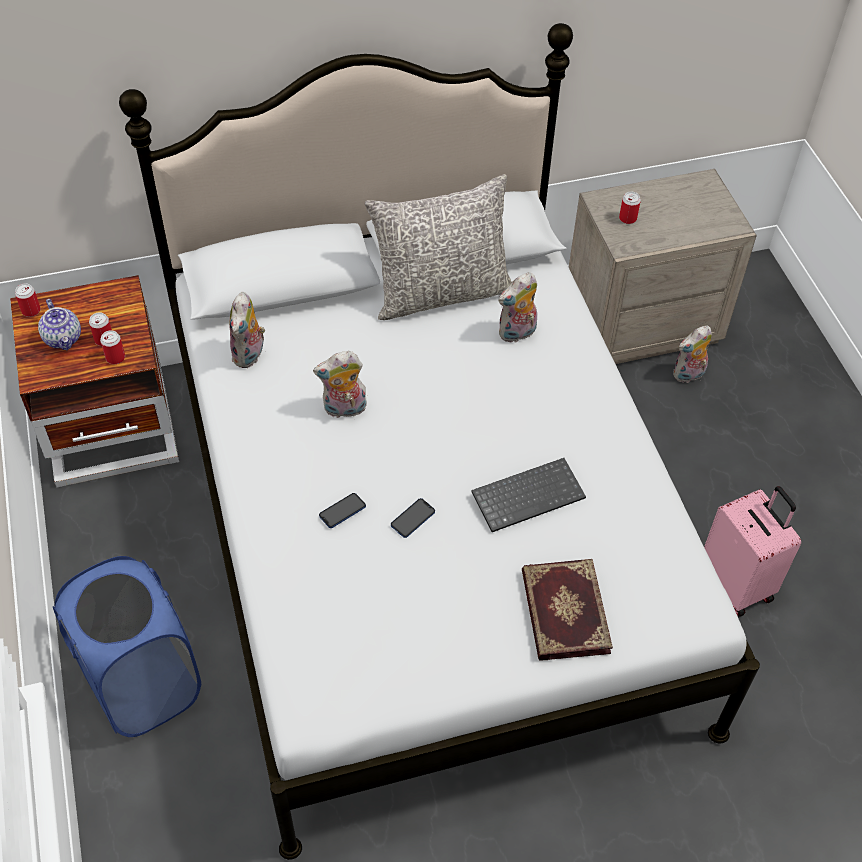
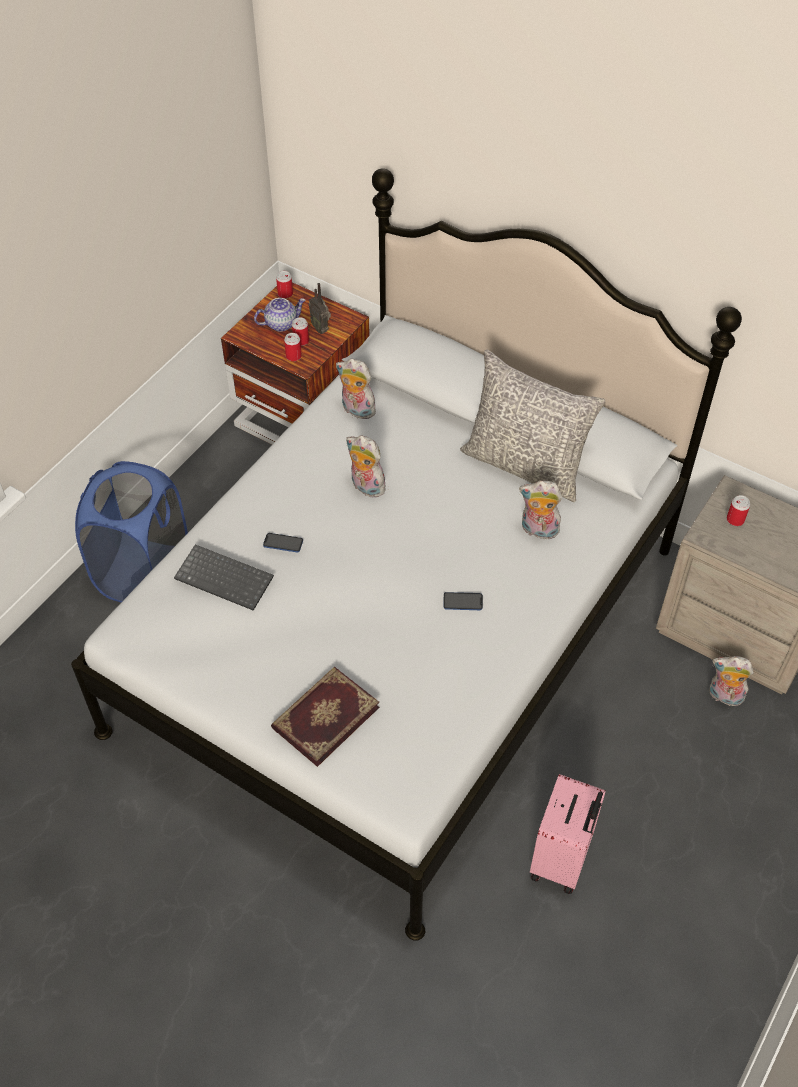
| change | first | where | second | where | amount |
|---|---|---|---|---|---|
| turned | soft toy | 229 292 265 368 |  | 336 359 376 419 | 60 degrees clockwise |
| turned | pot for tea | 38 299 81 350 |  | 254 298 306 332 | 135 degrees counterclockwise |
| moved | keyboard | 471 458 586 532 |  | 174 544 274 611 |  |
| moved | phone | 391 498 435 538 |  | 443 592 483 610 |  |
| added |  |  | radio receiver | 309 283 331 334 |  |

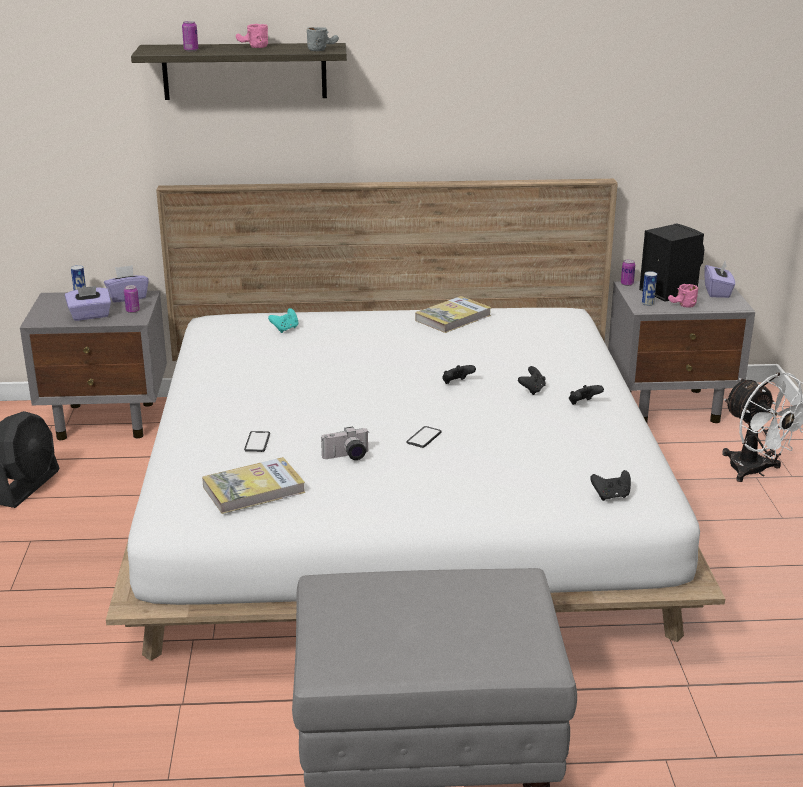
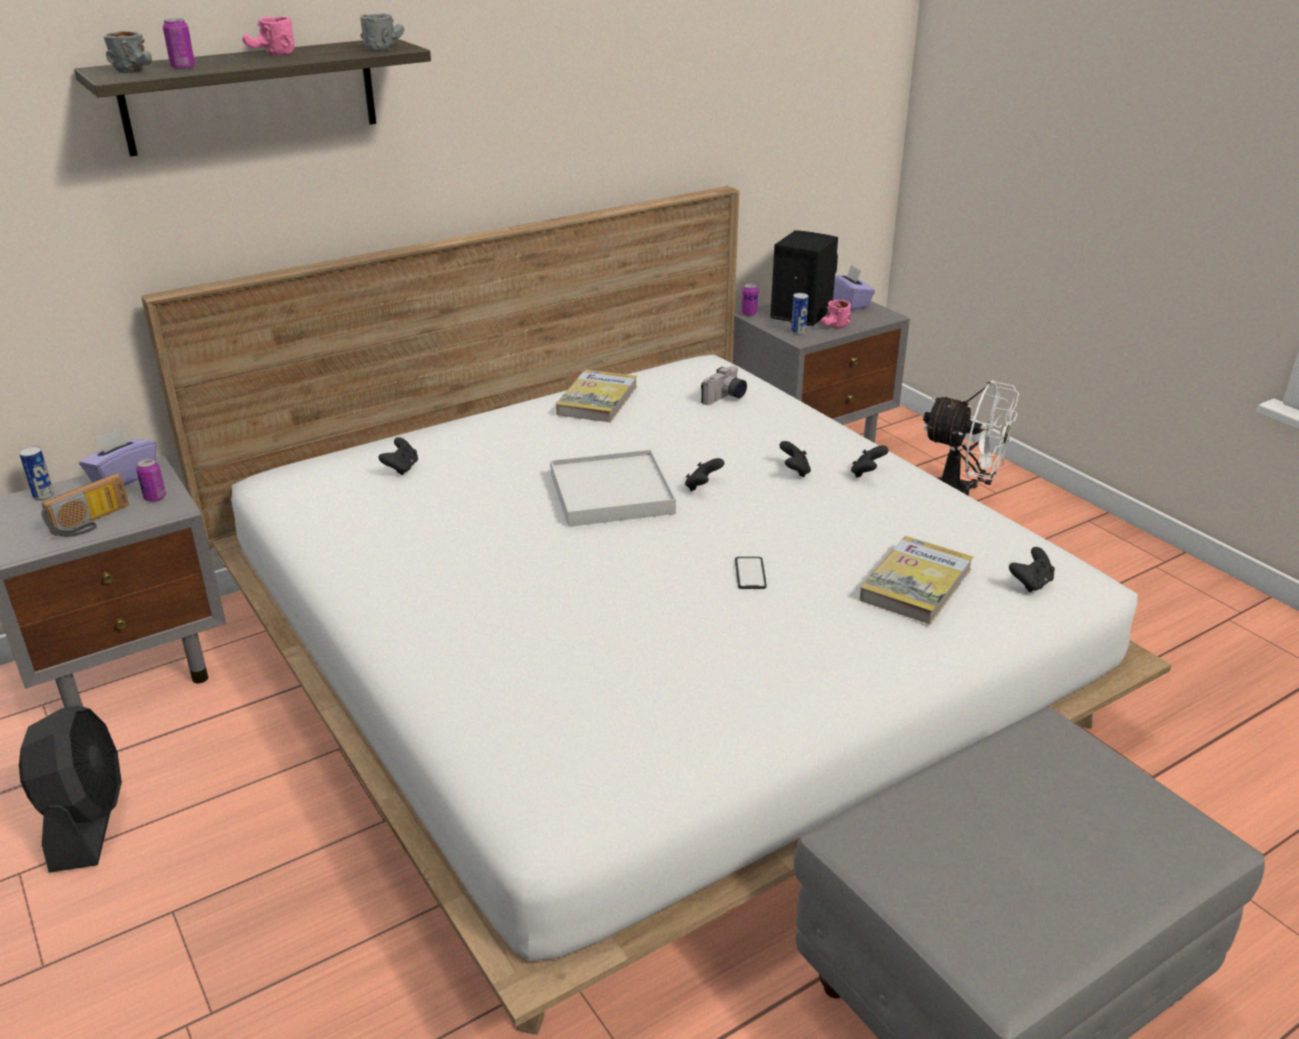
| change | first | where | second | where | amount |
|---|---|---|---|---|---|
| replaced | tissue holder (purple-coloured) | 65 286 111 321 | radio receiver | 41 473 129 537 |  |
| recoloured | gamepad (turquoise-coloured) | 268 308 299 333 | gamepad (black-coloured) | 379 437 418 475 |  |
| moved | photo camera | 321 427 368 460 |  | 701 366 747 405 |  |
| removed | phone | 244 431 270 452 |  |  |  |
| moved | book | 202 457 305 514 |  | 859 536 974 624 |  |
| added |  |  | coffee mug (grey) | 104 31 152 73 |  |
| added |  |  | carrying tray (white-coloured) | 550 450 676 527 |  |

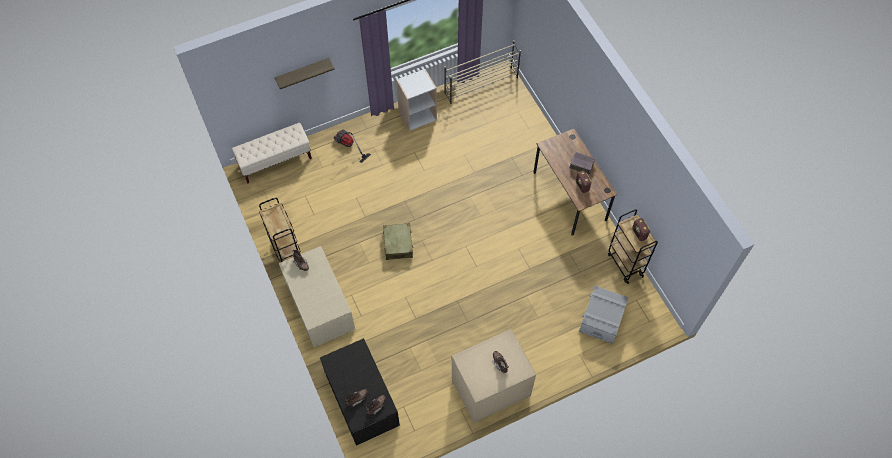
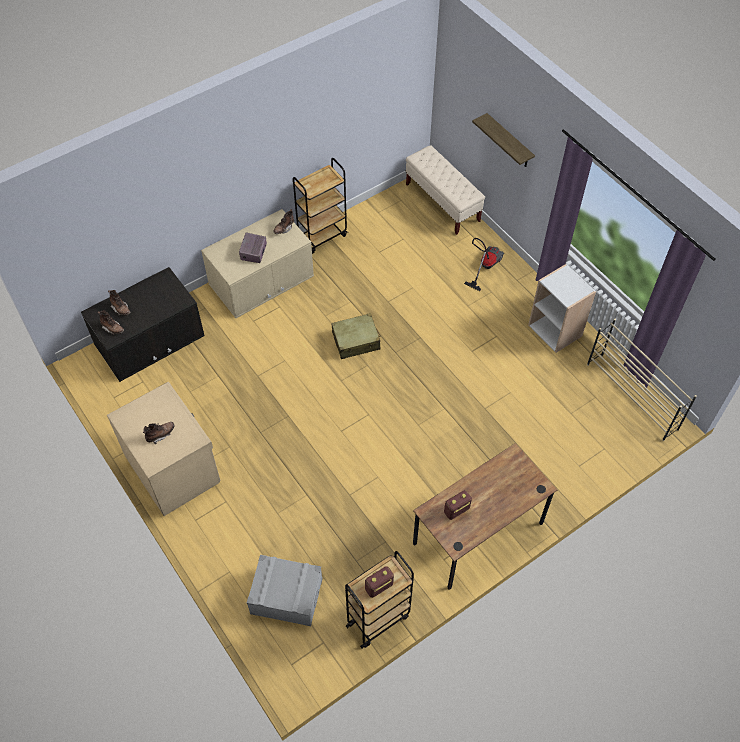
| change | first | where | second | where | amount |
|---|---|---|---|---|---|
| moved | radio receiver | 569 152 595 175 |  | 239 232 267 263 |  |

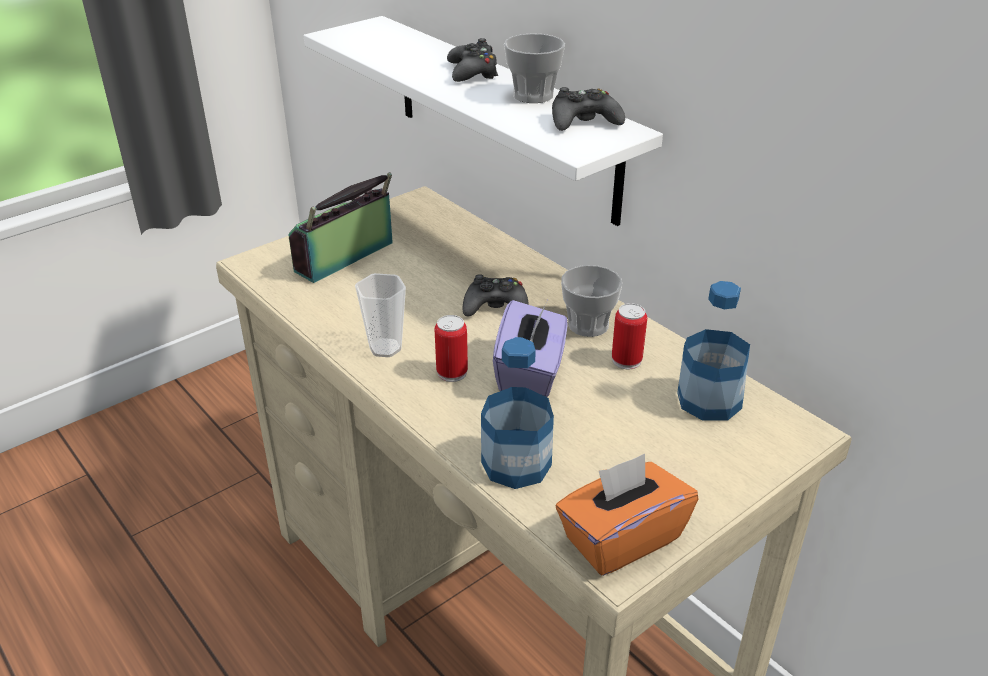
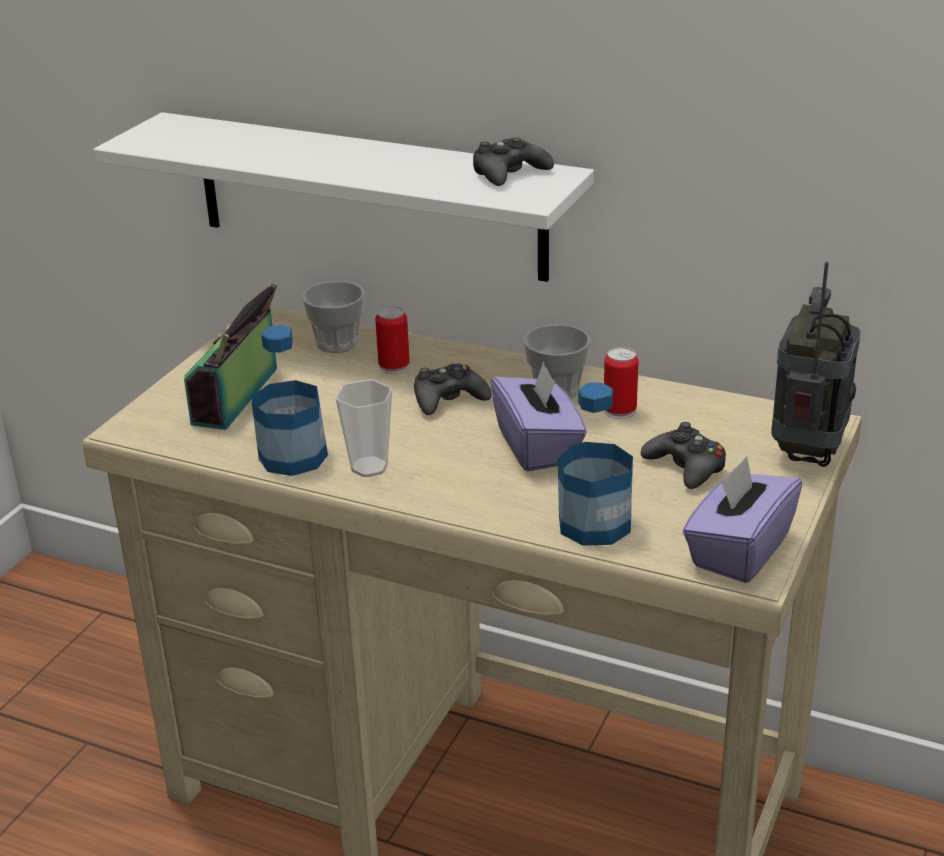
| change | first | where | second | where | amount |
|---|---|---|---|---|---|
| moved | drinking cup | 504 33 565 103 |  | 302 281 365 353 |  |
| moved | gamepad (black-coloured) | 447 38 498 82 |  | 641 422 726 489 |  |
| moved | beverage bottle | 677 281 750 421 |  | 252 325 328 476 |  |
| moved | sealed can | 435 315 468 382 |  | 375 306 410 374 |  |
| recoloured | tissue holder (orange) | 556 453 699 576 | tissue holder (purple-coloured) | 683 456 802 583 |  |
| added |  |  | radio receiver | 771 262 861 467 |  |

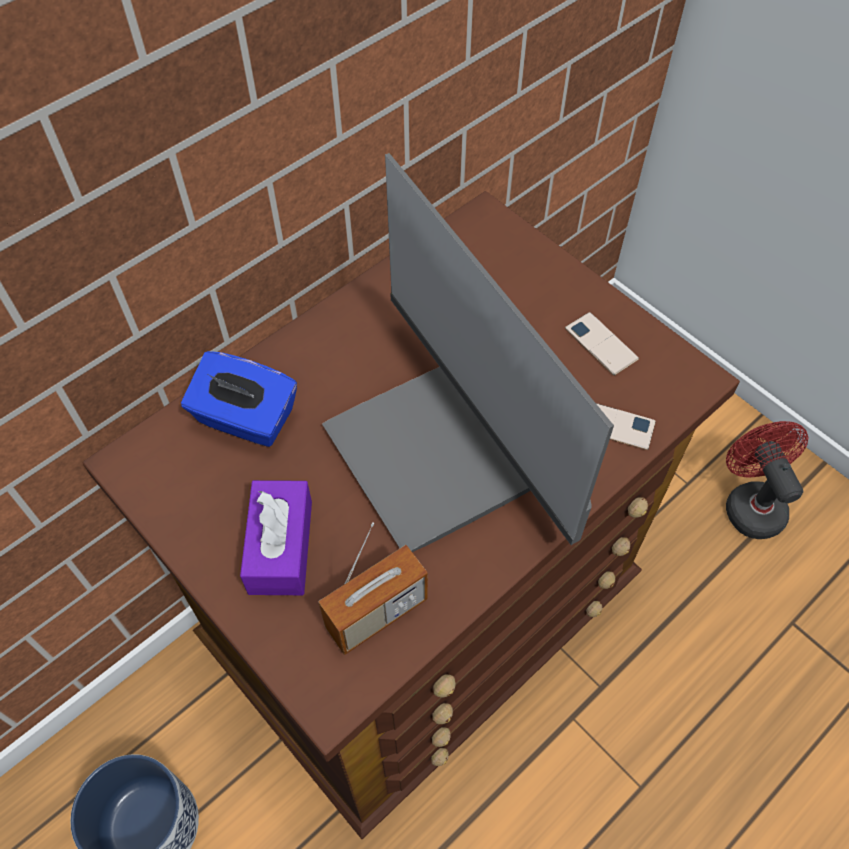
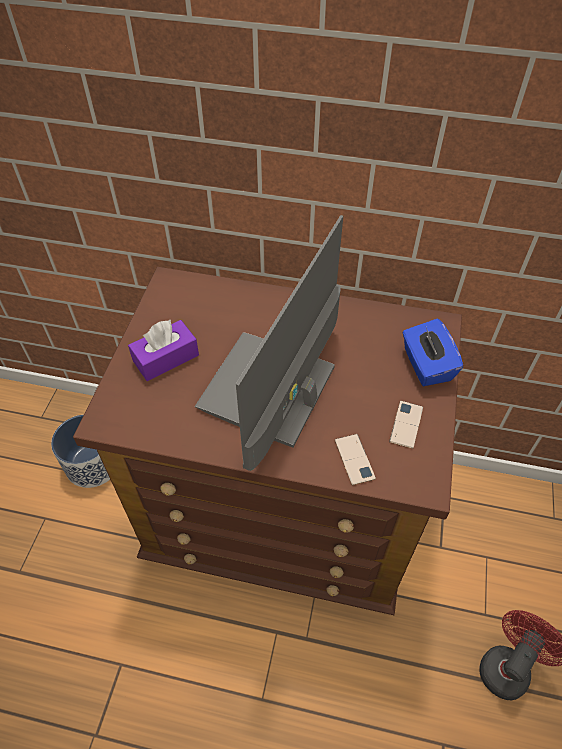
| change | first | where | second | where | amount |
|---|---|---|---|---|---|
| moved | tissue holder (blue) | 181 351 297 447 |  | 402 319 463 386 |  |
| removed | radio receiver | 318 522 428 655 |  |  |  |

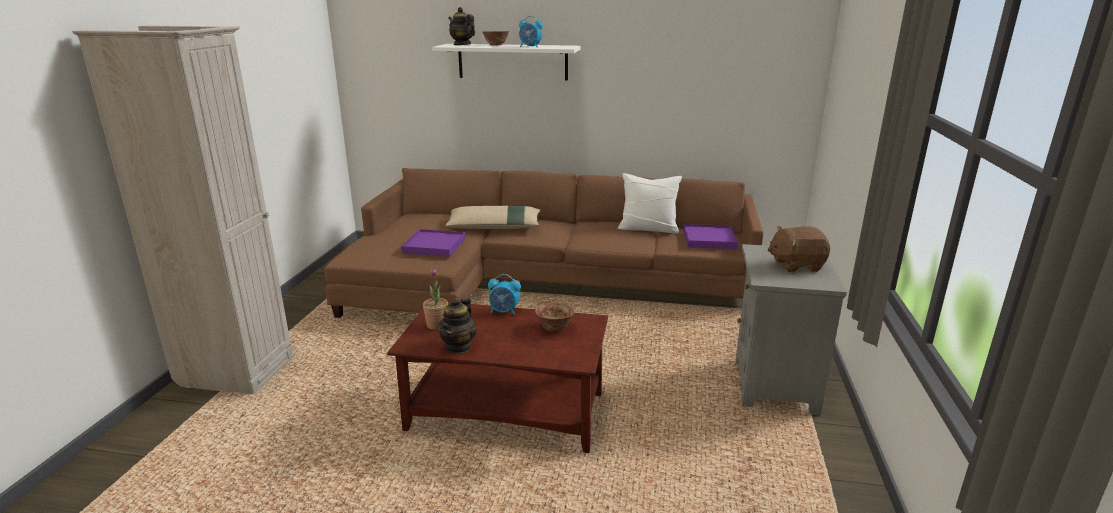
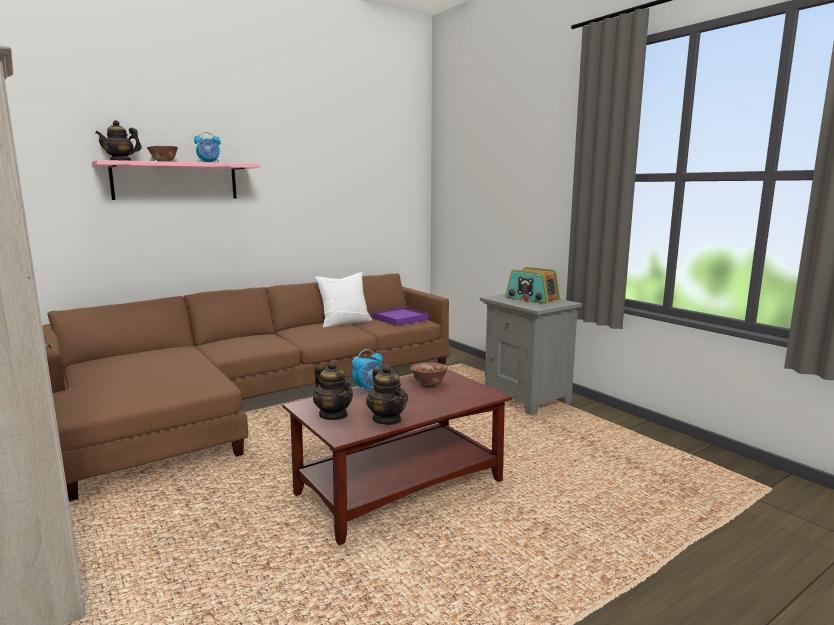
| change | first | where | second | where | amount |
|---|---|---|---|---|---|
| recoloured | wall shelf (white-coloured) | 432 44 581 80 | wall shelf (pink-coloured) | 92 160 260 200 |  |
| removed | pillow (beige-coloured) | 445 206 540 229 |  |  |  |
| replaced | soft toy (brownish) | 768 226 830 272 | radio receiver | 505 267 560 304 |  |
| removed | carrying tray (purple-coloured) | 401 229 465 257 |  |  |  |
| replaced | potted plant | 423 268 448 330 | pot for tea | 313 361 353 420 |  |

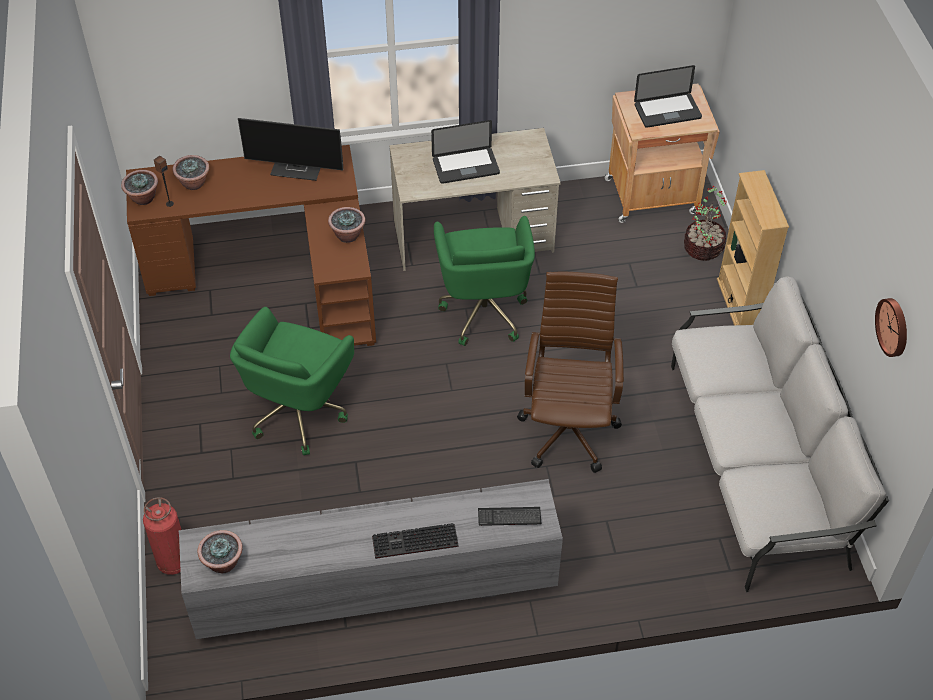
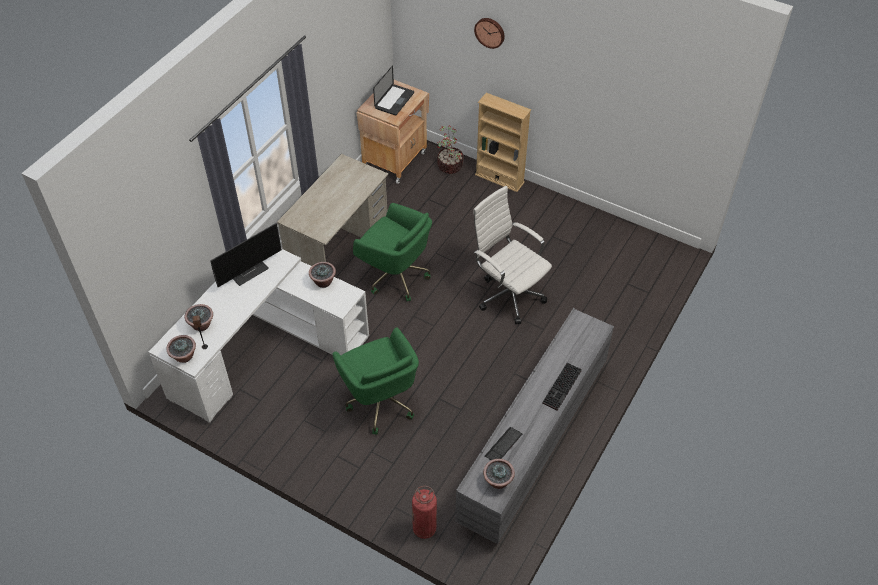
| change | first | where | second | where | amount |
|---|---|---|---|---|---|
| removed | notebook computer | 431 120 500 184 |  |  |  |
| recoloured | desk (brownish) | 126 145 376 346 | desk (white-coloured) | 149 249 369 423 |  |
| recoloured | desk chair (brownish) | 517 272 624 473 | desk chair (white-coloured) | 473 186 552 324 |  |
| removed | couch (white-coloured) | 671 276 889 592 |  |  |  |
| moved | wall clock | 875 298 907 357 |  | 474 18 505 49 |  |
| moved | keyboard | 478 507 541 526 |  | 484 427 522 460 |  |

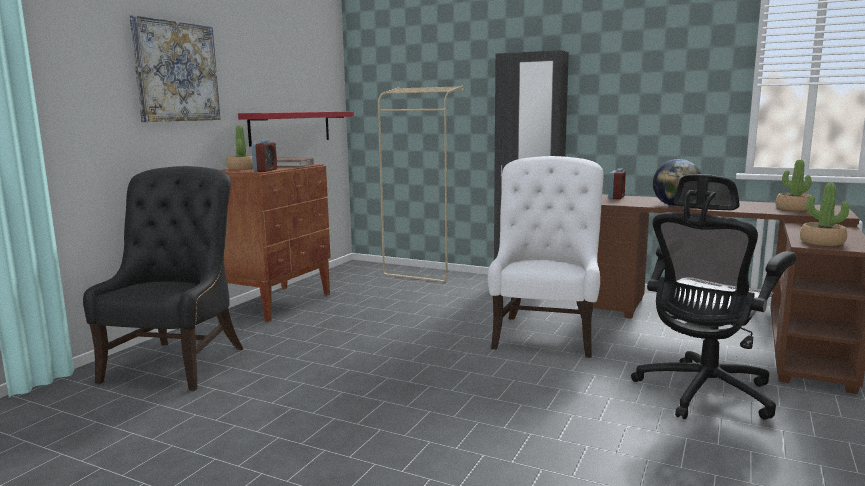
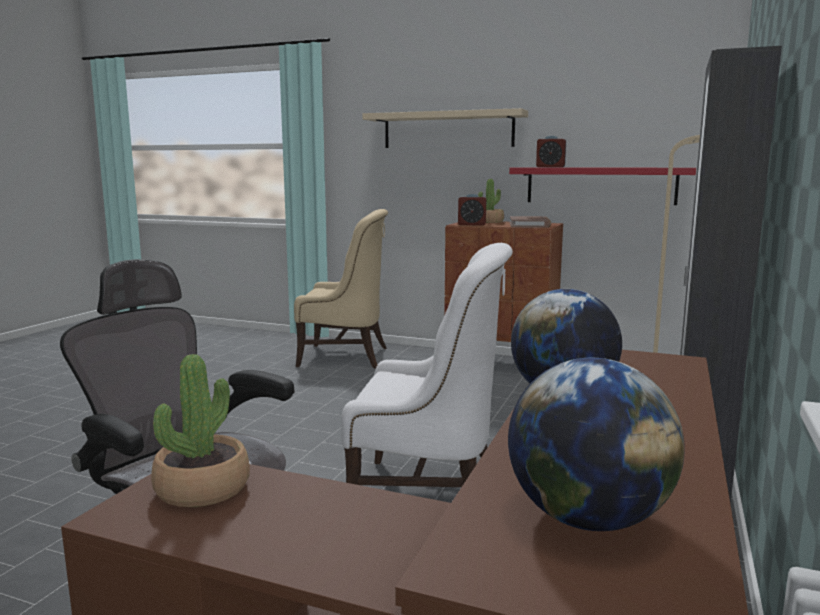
| change | first | where | second | where | amount |
|---|---|---|---|---|---|
| replaced | wall art | 130 15 221 122 | wall shelf (beige-coloured) | 362 108 528 148 |  |
| replaced | potted plant | 776 160 812 211 | desk globe | 508 358 685 531 |  |
| recoloured | plain chair (black-coloured) | 83 166 243 391 | plain chair (beige-coloured) | 294 209 388 369 |  |
| moved | table clock | 608 168 626 199 |  | 536 136 566 167 |  |

